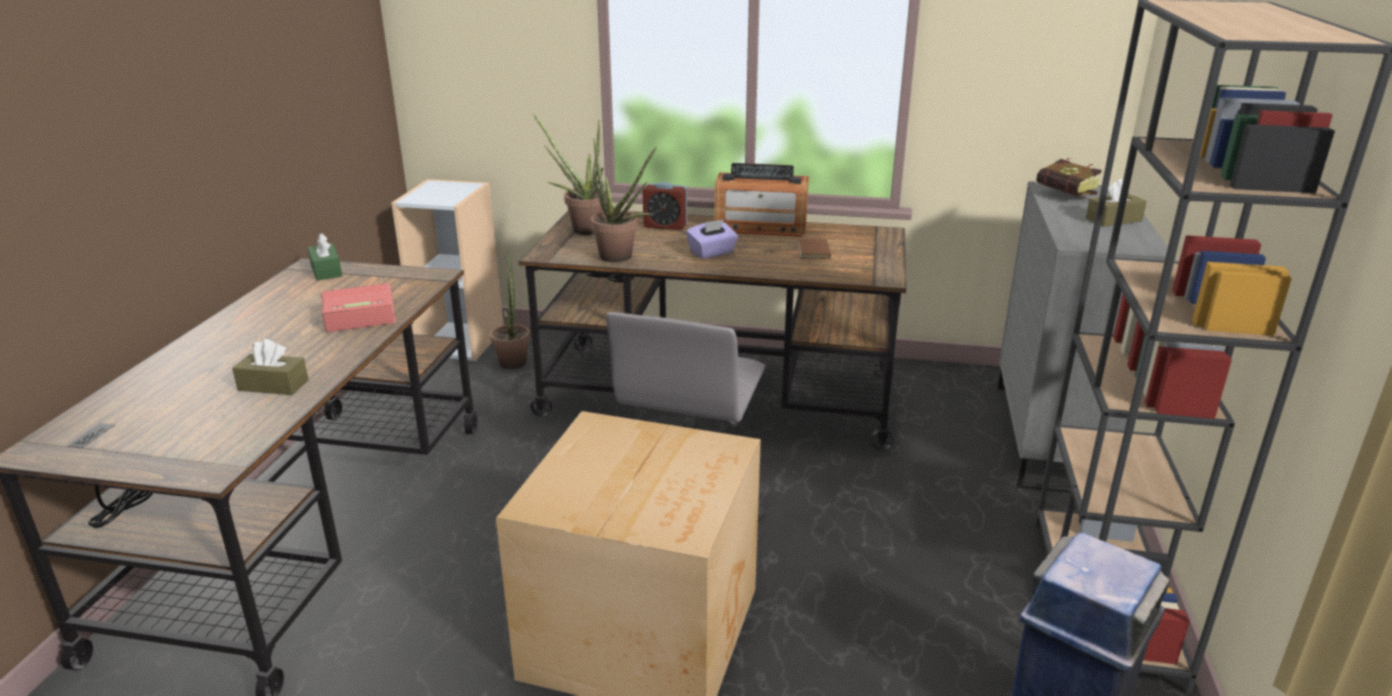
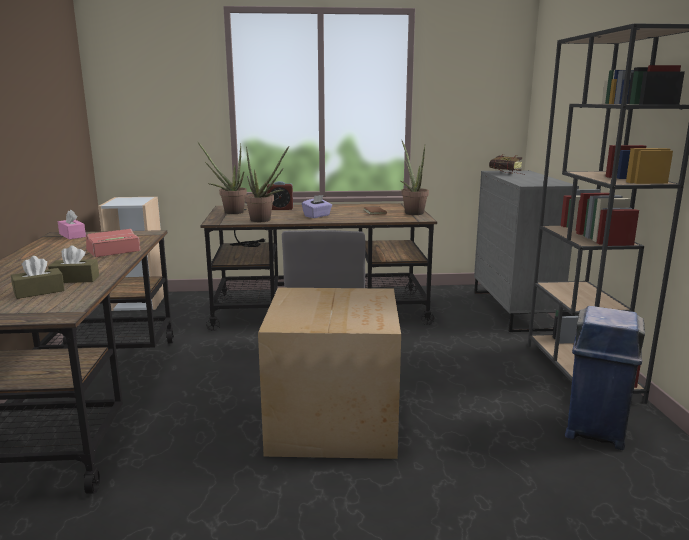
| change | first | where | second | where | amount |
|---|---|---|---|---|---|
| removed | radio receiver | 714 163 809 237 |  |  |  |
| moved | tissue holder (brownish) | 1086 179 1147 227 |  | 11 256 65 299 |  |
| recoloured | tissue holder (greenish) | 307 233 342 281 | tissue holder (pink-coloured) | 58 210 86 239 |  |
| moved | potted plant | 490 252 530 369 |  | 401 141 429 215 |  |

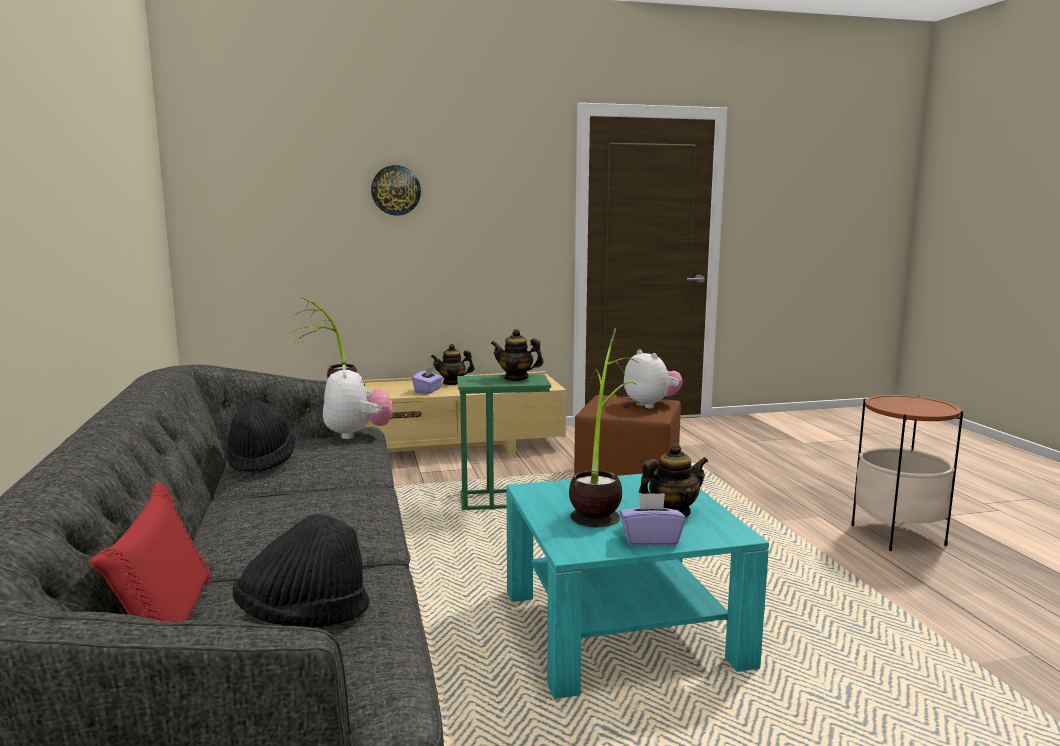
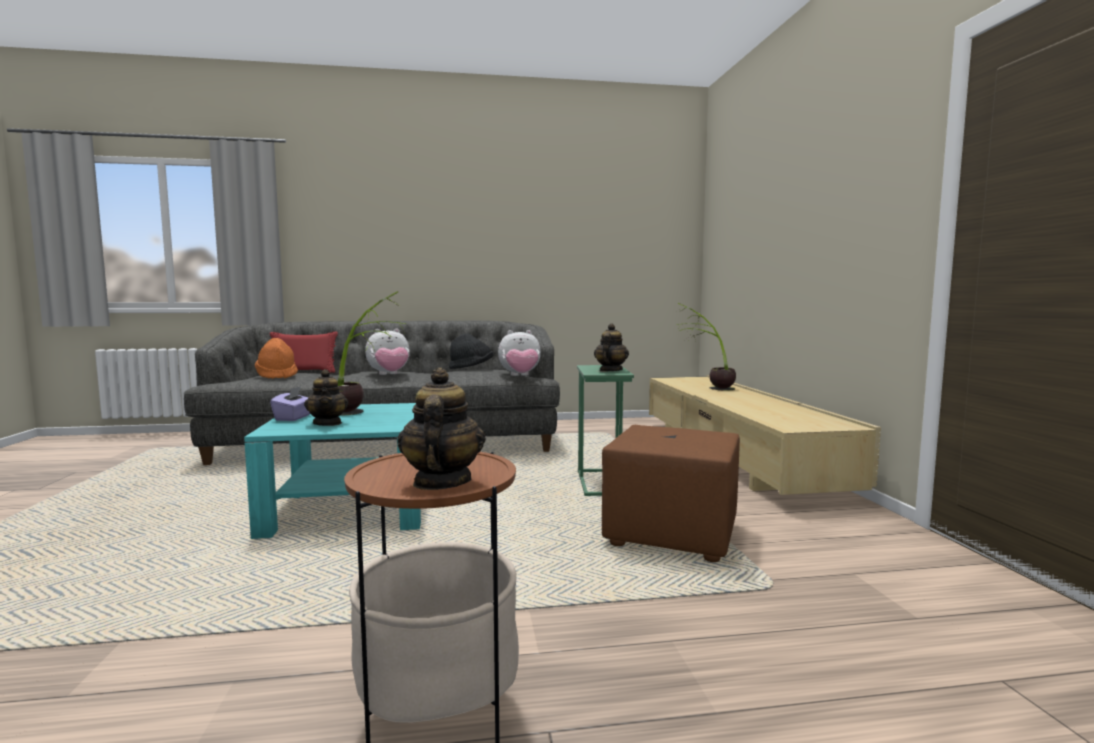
| change | first | where | second | where | amount |
|---|---|---|---|---|---|
| removed | wall clock | 371 165 421 216 |  |  |  |
| moved | pot for tea | 431 344 475 385 |  | 397 367 486 490 |  |
| moved | soft toy | 624 349 682 409 |  | 365 328 410 375 |  |
| removed | tissue holder (purple-coloured) | 412 366 443 394 |  |  |  |
| recoloured | clothing hat (black-coloured) | 233 514 370 628 | clothing hat (orange) | 255 338 298 379 |  |

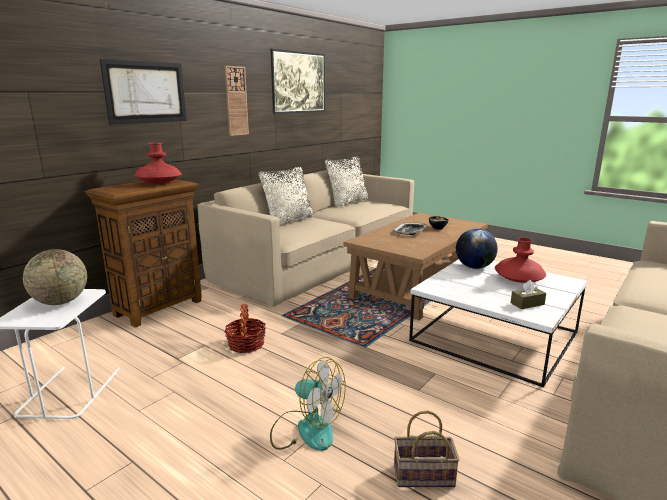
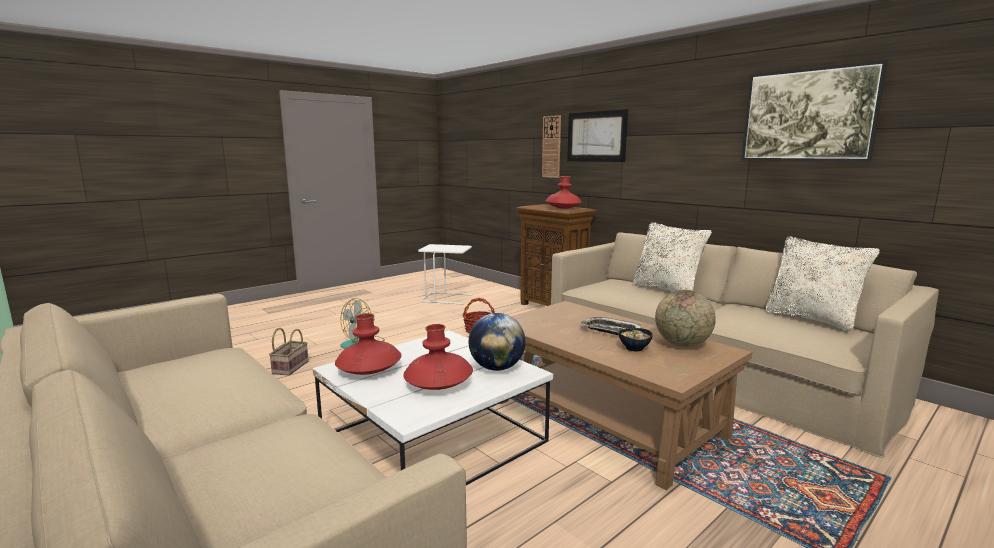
| change | first | where | second | where | amount |
|---|---|---|---|---|---|
| moved | wall clock | 225 66 249 136 |  | 542 115 561 178 |  |
| moved | desk globe | 23 249 87 305 |  | 655 290 716 347 |  |
| replaced | tissue holder (brownish) | 511 280 546 309 | flower vase (red) | 335 313 402 375 |  |

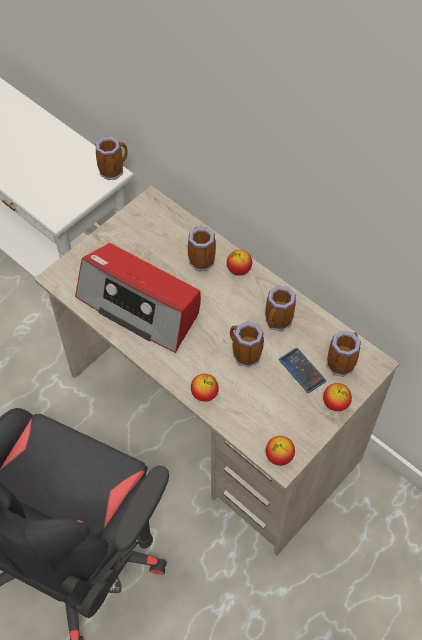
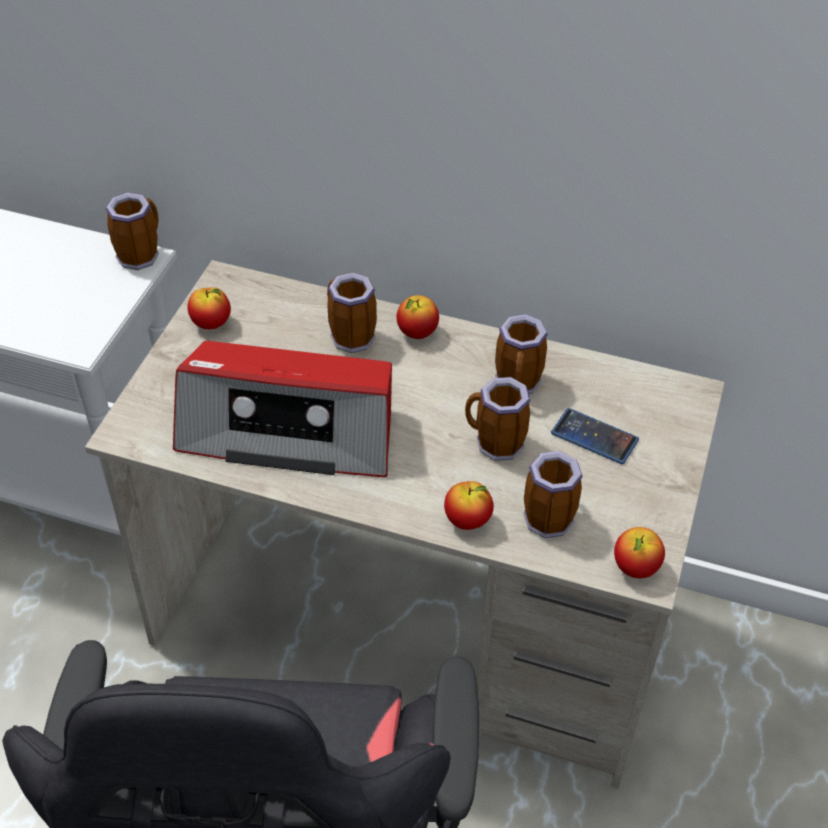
| change | first | where | second | where | amount |
|---|---|---|---|---|---|
| moved | coffee mug | 327 331 361 377 |  | 523 451 583 538 |  |
| moved | whole apple | 323 383 352 411 |  | 188 287 231 329 |  |

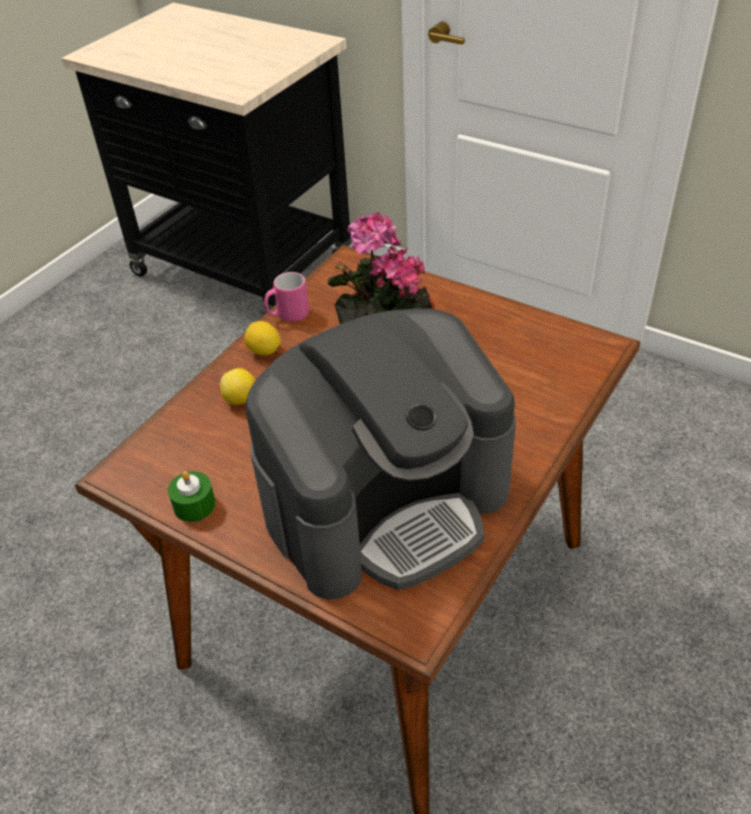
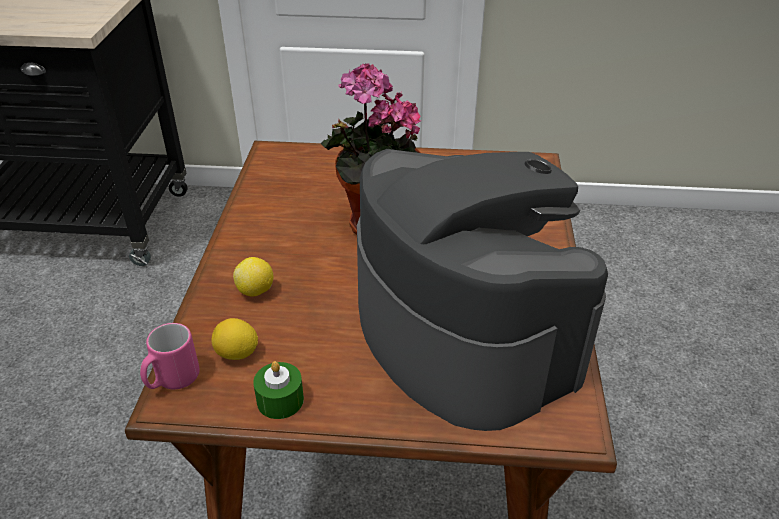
| change | first | where | second | where | amount |
|---|---|---|---|---|---|
| moved | coffee mug (pink-coloured) | 264 272 309 322 |  | 140 323 200 389 |  |
| turned | coffee maker | 246 308 516 599 |  | 357 149 608 431 | 60 degrees counterclockwise |
| moved | citrus fruit | 244 321 281 355 |  | 211 318 258 360 |  |

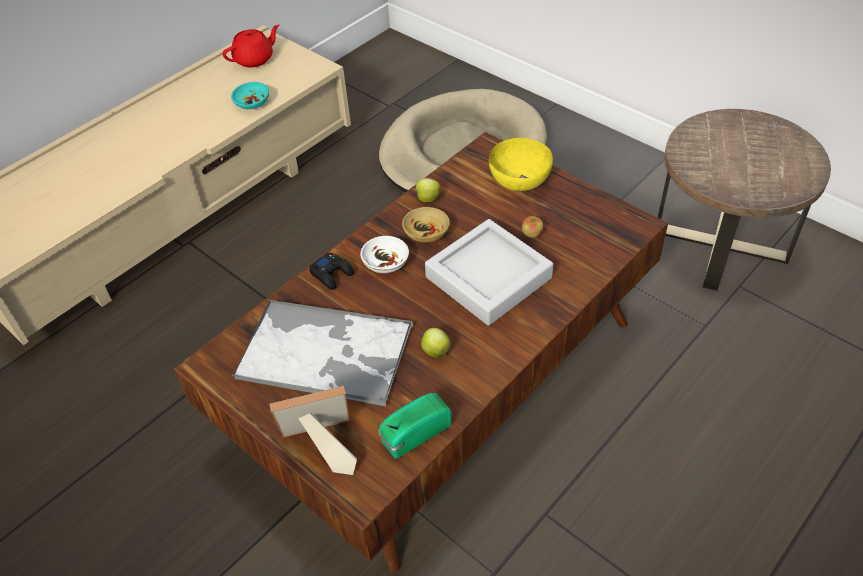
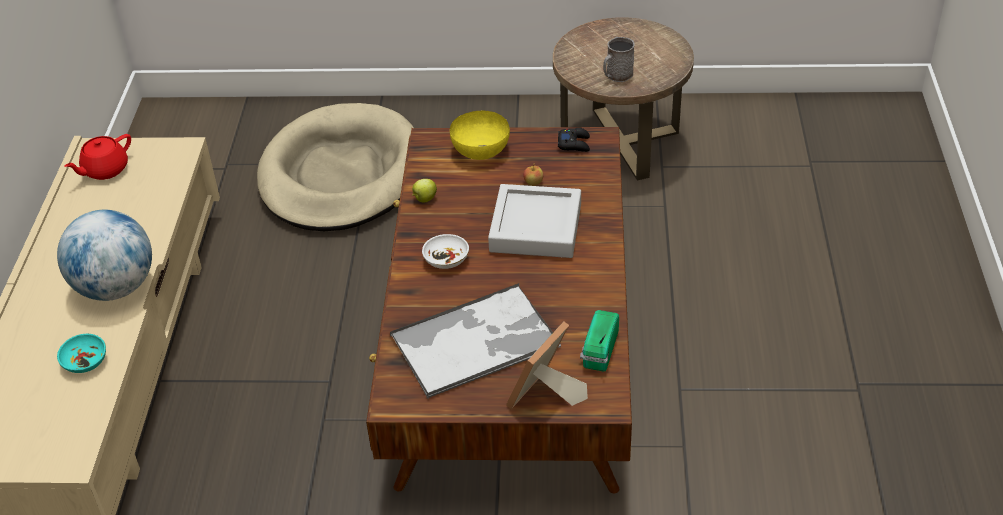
| change | first | where | second | where | amount |
|---|---|---|---|---|---|
| turned | pot for tea (red) | 222 24 279 68 |  | 64 134 131 180 | 150 degrees counterclockwise |
| moved | deep dish (turquoise-coloured) | 231 82 269 109 |  | 57 334 106 373 |  |
| removed | deep dish (beige-coloured) | 402 207 450 243 |  |  |  |
| moved | gamepad (black-coloured) | 309 253 354 290 |  | 558 128 590 152 |  |
| removed | whole apple | 421 328 451 357 |  |  |  |
| added |  |  | coffee mug (grey) | 603 37 635 82 |  |
| added |  |  | desk globe | 57 210 152 301 |  |

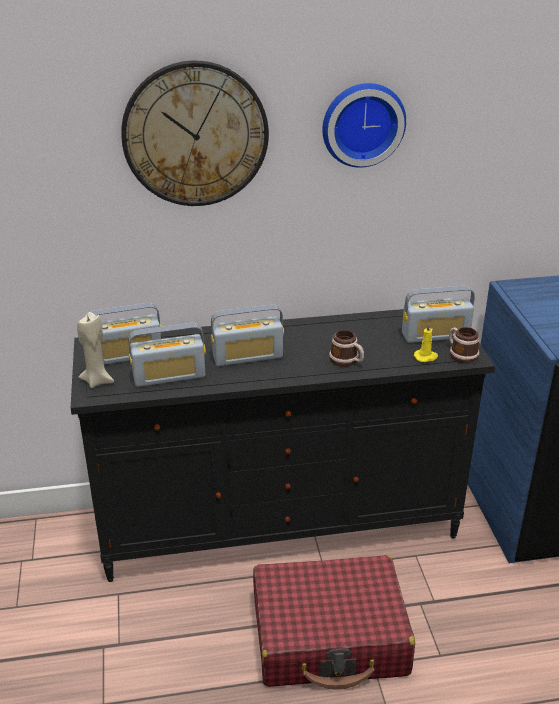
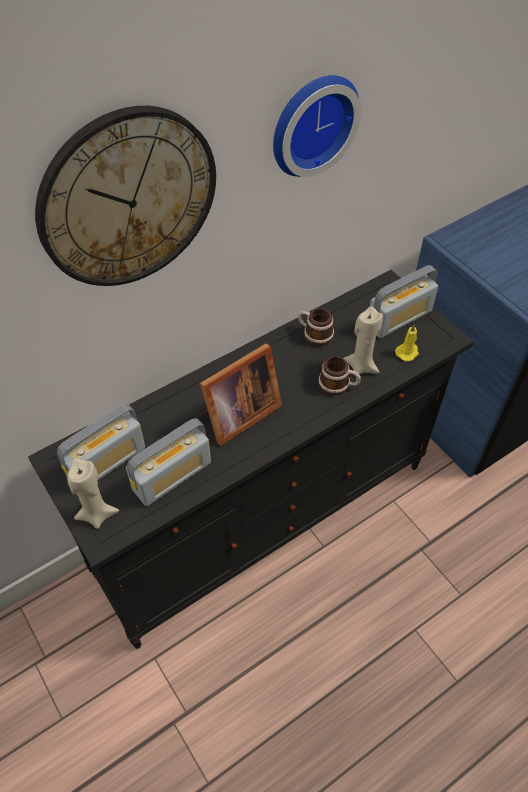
| change | first | where | second | where | amount |
|---|---|---|---|---|---|
| replaced | radio receiver | 211 305 284 366 | standing frame | 199 343 282 446 |  |
| moved | coffee mug | 449 327 480 364 |  | 298 308 334 346 |  |
| removed | suitcase (red) | 253 555 415 689 |  |  |  |
| added |  |  | wax candle (beige-coloured) | 344 307 383 374 |  |

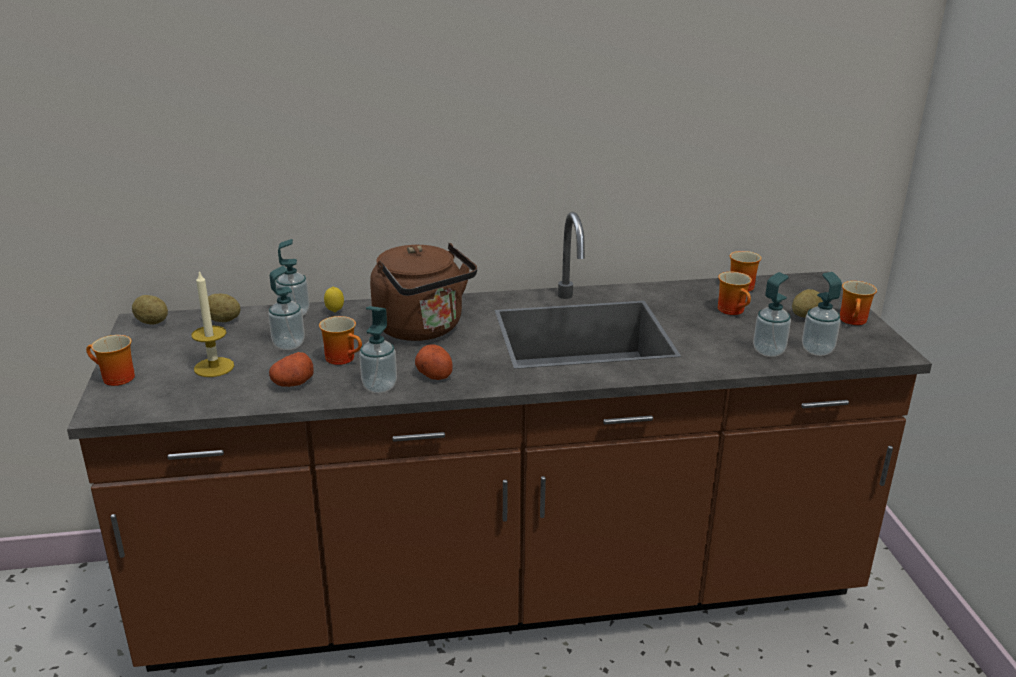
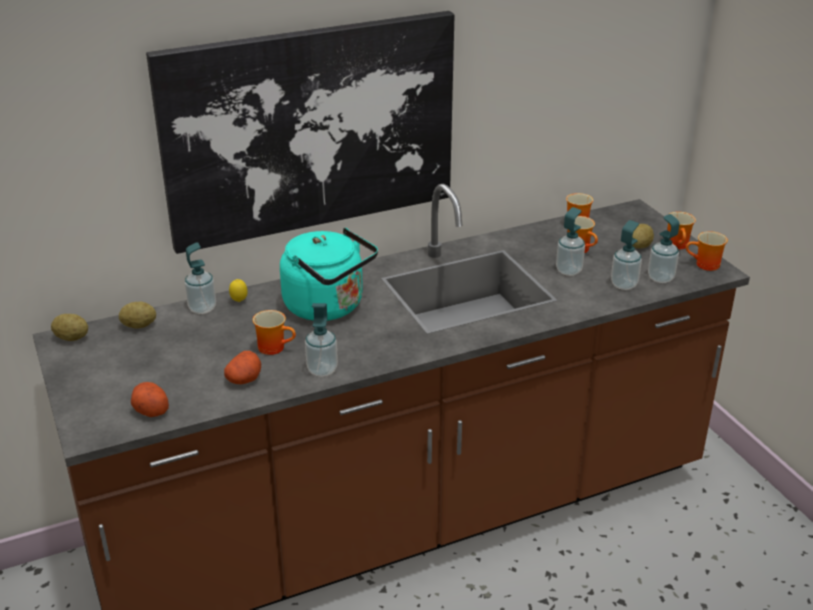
| change | first | where | second | where | amount |
|---|---|---|---|---|---|
| recoloured | water kettle (brownish) | 370 243 477 341 | water kettle (turquoise-coloured) | 280 228 378 321 |  |
| moved | liquid soap bottle | 268 266 305 350 |  | 556 207 585 276 |  |
| removed | wax candle | 191 270 234 377 |  |  |  |
| moved | coffee mug | 86 335 135 386 |  | 686 231 728 271 |  |
| moved | potato | 415 344 452 380 |  | 131 382 169 417 |  |
| added |  |  | wall art | 146 11 455 254 |  |

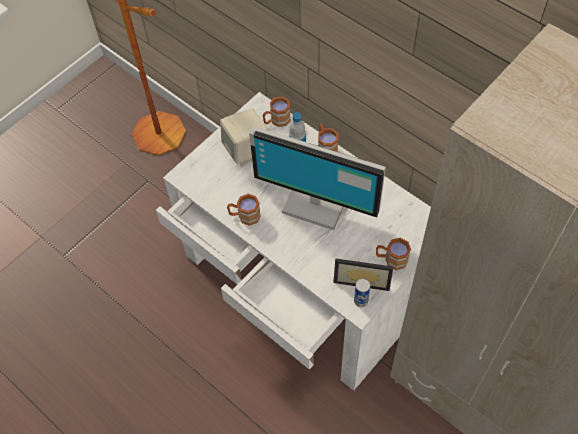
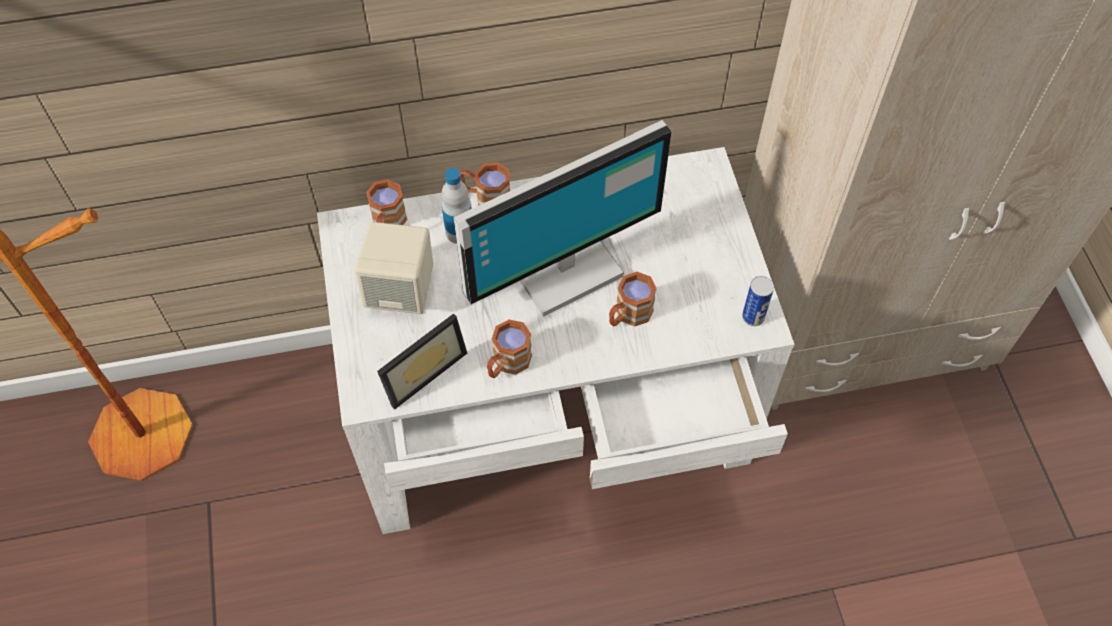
| change | first | where | second | where | amount |
|---|---|---|---|---|---|
| moved | coffee mug (brownish) | 376 238 411 270 |  | 609 272 657 326 |  |
| moved | standing frame | 333 258 393 291 |  | 377 314 467 409 |  |

